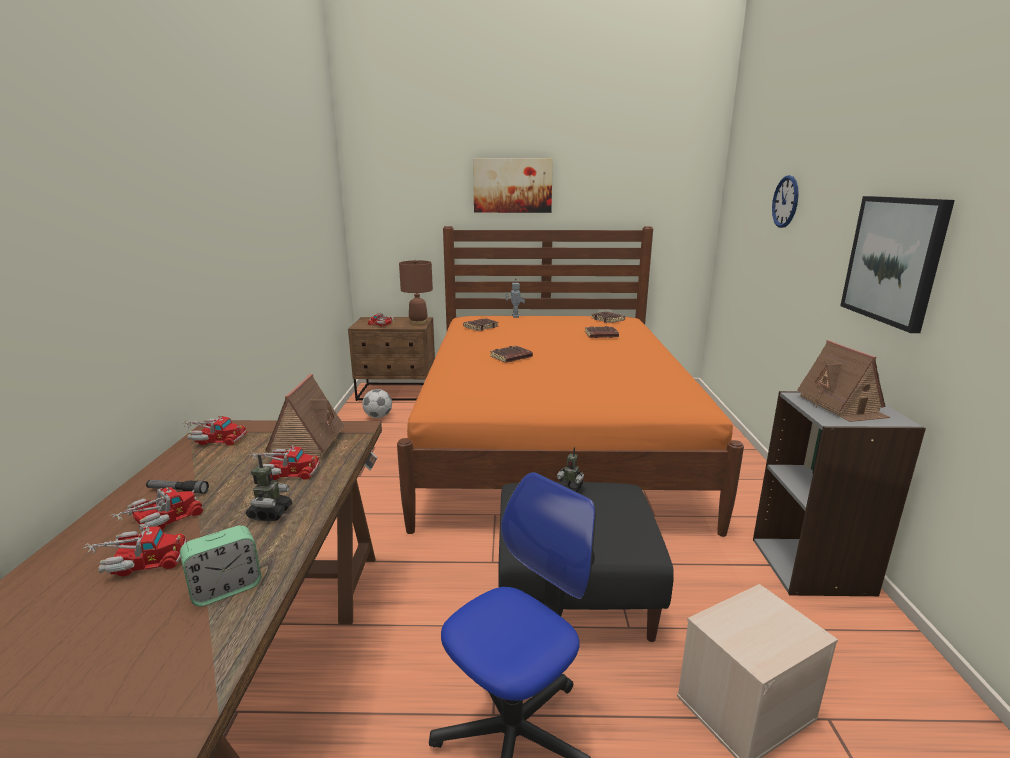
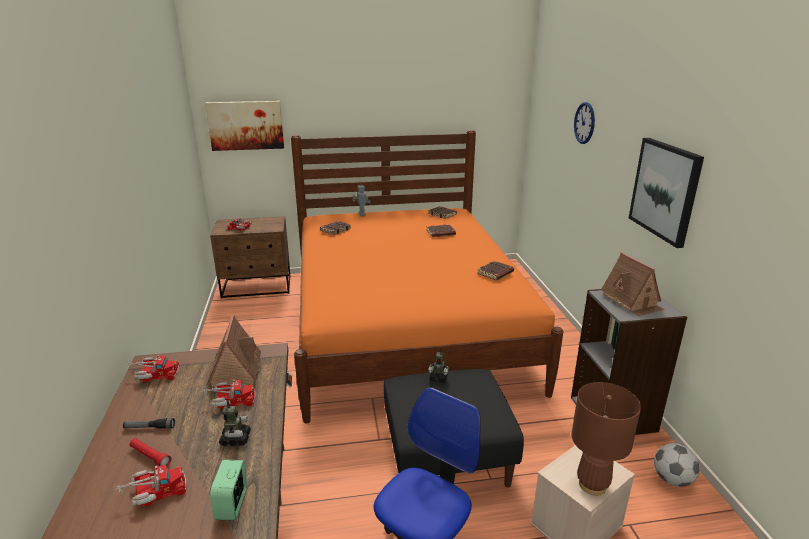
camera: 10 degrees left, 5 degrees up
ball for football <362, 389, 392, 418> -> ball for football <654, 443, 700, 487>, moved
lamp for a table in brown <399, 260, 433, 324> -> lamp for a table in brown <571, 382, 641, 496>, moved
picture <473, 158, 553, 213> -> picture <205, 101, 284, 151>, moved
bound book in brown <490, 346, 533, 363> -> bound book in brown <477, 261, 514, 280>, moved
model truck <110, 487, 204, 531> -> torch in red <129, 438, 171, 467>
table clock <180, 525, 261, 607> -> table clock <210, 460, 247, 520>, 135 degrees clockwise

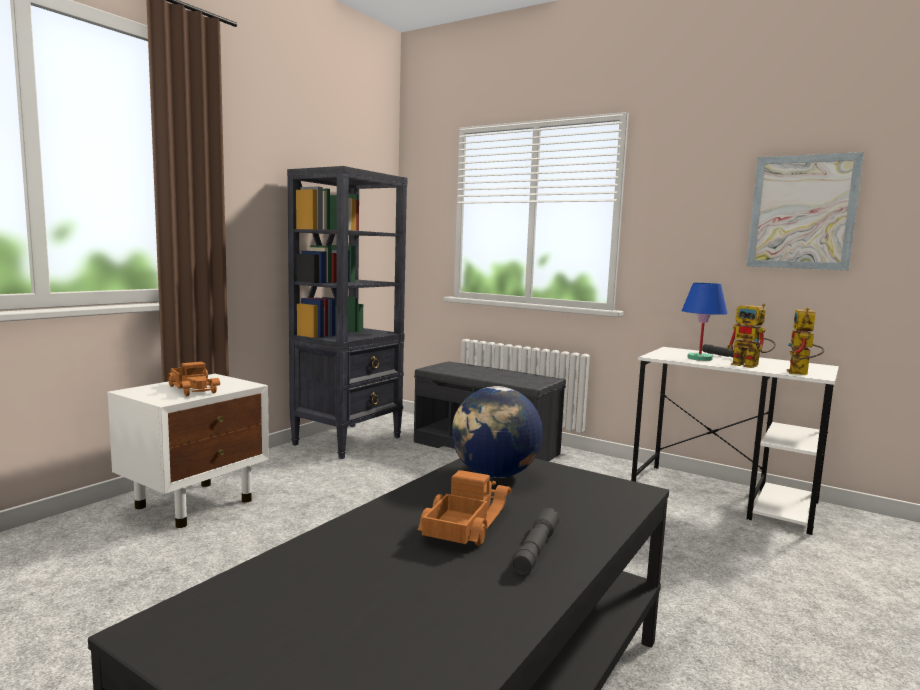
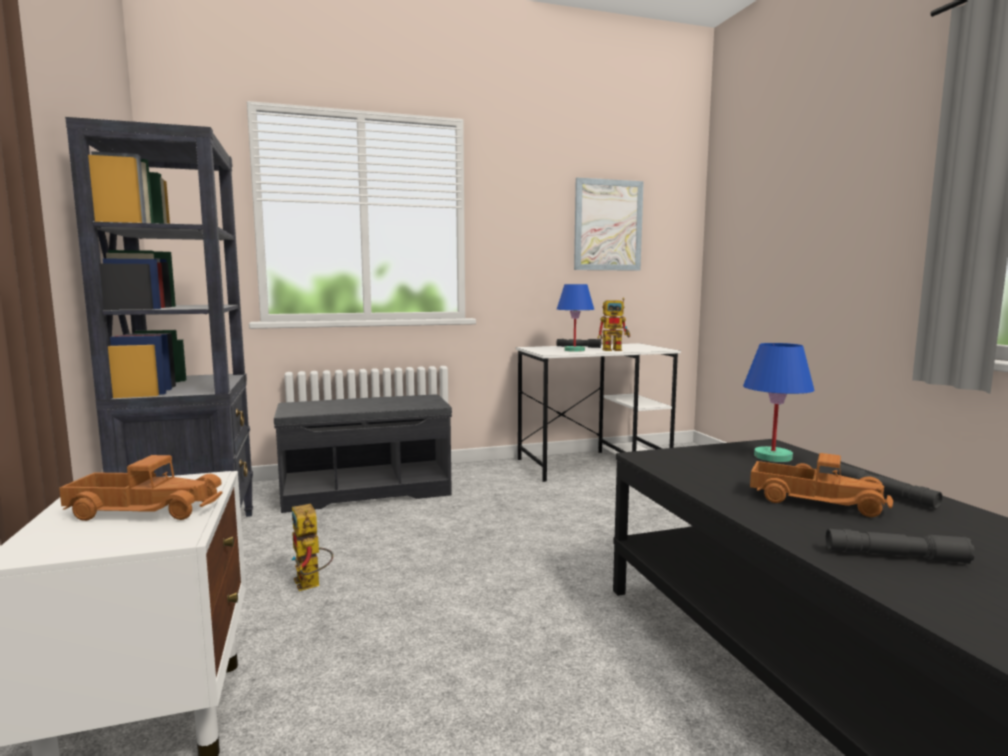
camera: 50 degrees left, 0 degrees up
globe <452, 386, 543, 478> -> none
none -> lamp for a table in blue <743, 343, 815, 462>
none -> torch in greyish <826, 529, 975, 564>
model robot <787, 308, 824, 375> -> model robot <291, 504, 333, 591>, moved
model truck <417, 470, 511, 546> -> model truck <750, 453, 893, 517>, 150 degrees clockwise

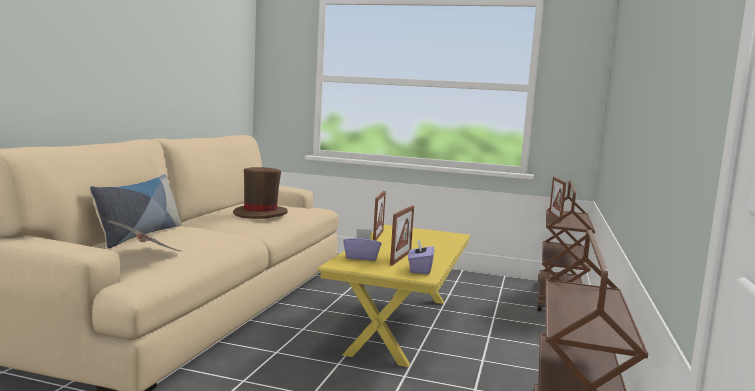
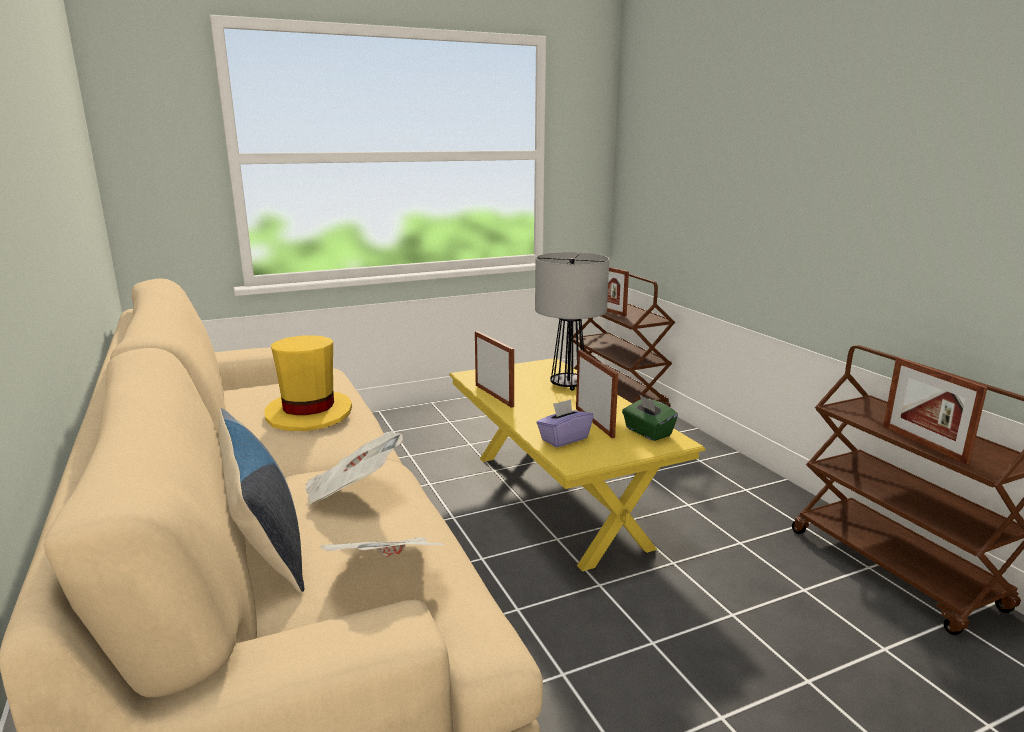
camera: 40 degrees left, 10 degrees up
none -> printed paper <305, 431, 403, 505>
none -> lamp for a table <535, 252, 609, 391>
none -> photo frame <883, 357, 988, 464>
wearable hat in brown <233, 167, 287, 219> -> wearable hat in yellowish <264, 335, 352, 431>
tissue holder in purple <408, 239, 434, 274> -> tissue holder in greenish <622, 395, 678, 441>

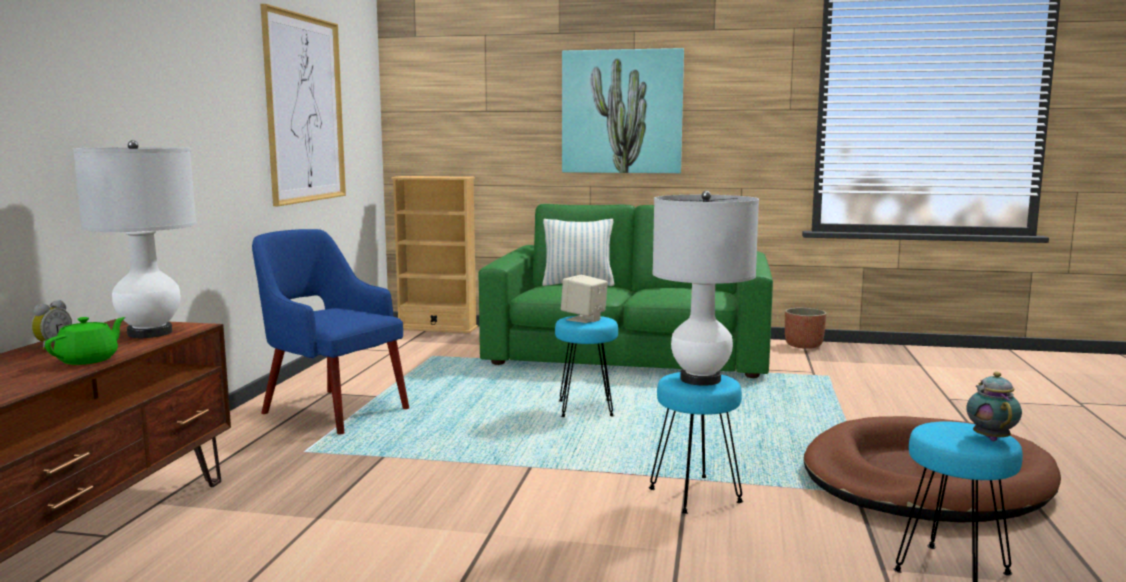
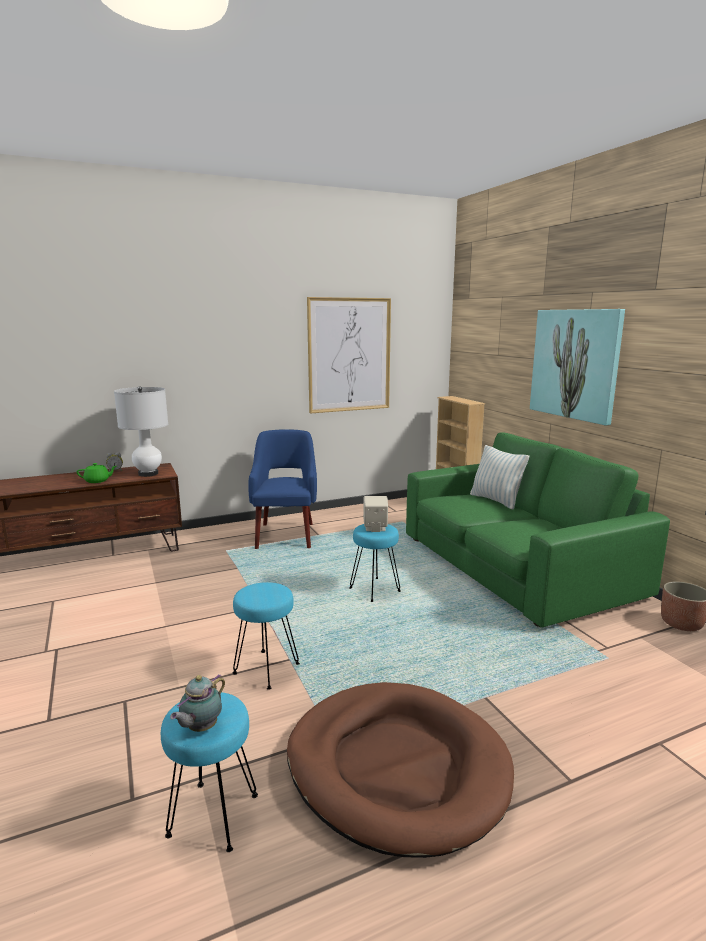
camera: 55 degrees right, 5 degrees up
lamp for a table in white <652, 191, 759, 386> -> none
teapot <966, 372, 1022, 441> -> teapot <170, 674, 225, 732>, 150 degrees clockwise

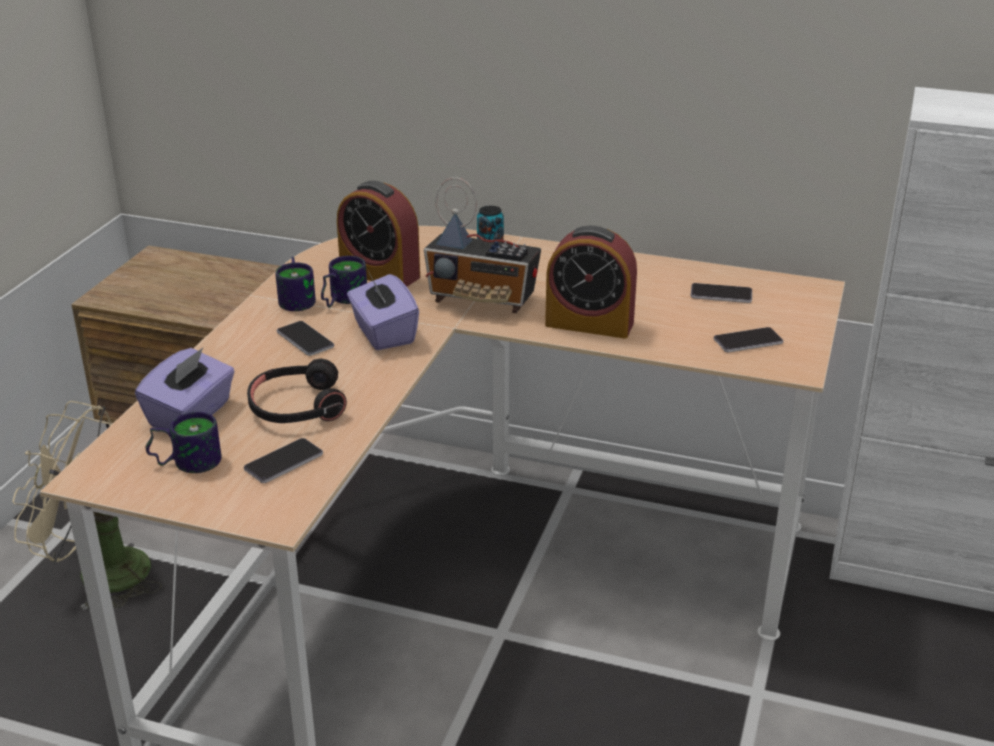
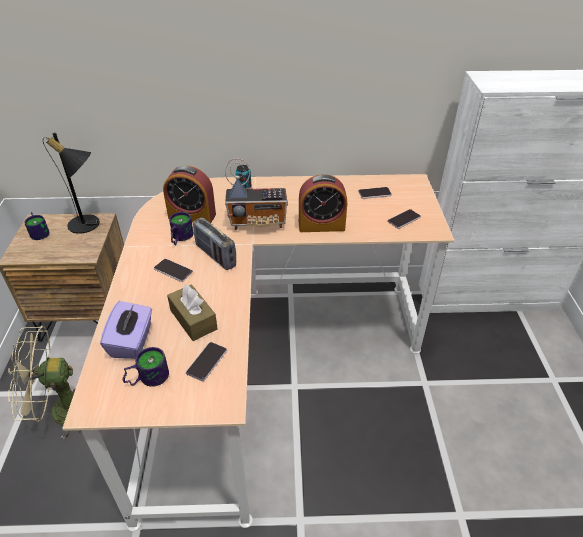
camera: 20 degrees left, 10 degrees up
none -> lamp for a table in black-coloured <43, 133, 100, 234>
tea mug <276, 257, 316, 311> -> tea mug <24, 212, 49, 240>, moved
headphones in black-coloured <247, 358, 347, 423> -> tissue holder in brown <167, 284, 218, 341>
tissue holder in purple <347, 271, 419, 350> -> radio set <193, 217, 236, 270>

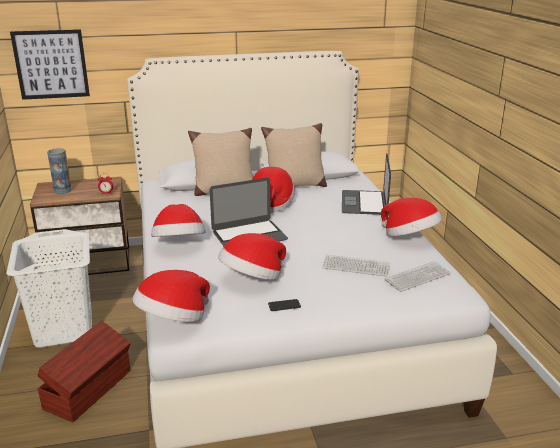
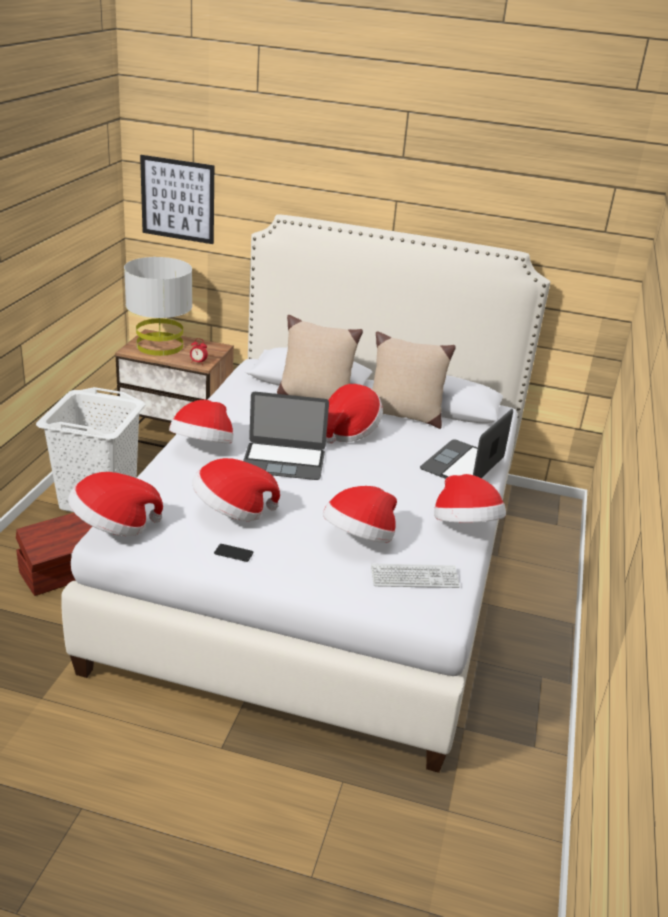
camera: 25 degrees right, 5 degrees up
flower vase <47, 148, 72, 194> -> lamp for a table in greyish <124, 257, 192, 356>
keyboard <322, 255, 390, 277> -> wearable hat <323, 486, 397, 543>

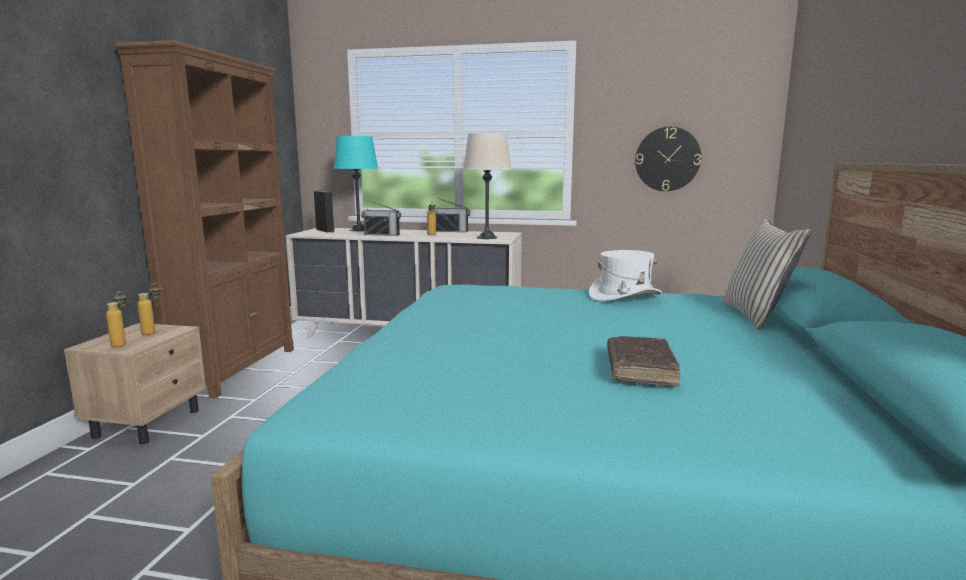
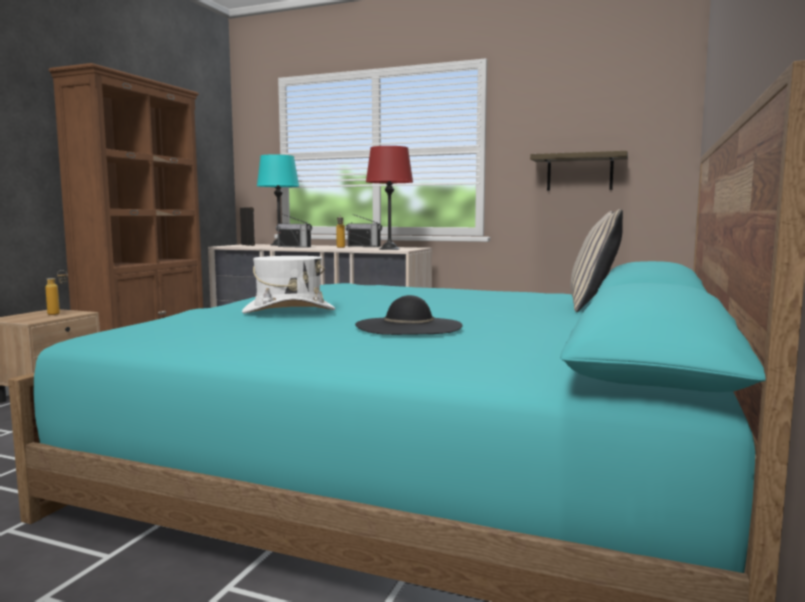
camera: 10 degrees right, 5 degrees down
bottle <106, 291, 126, 347> -> none
wearable hat in white <589, 250, 662, 301> -> wearable hat in white <242, 256, 335, 314>, moved
bound book in brown <607, 336, 681, 386> -> wearable hat in black-coloured <355, 295, 463, 335>
hanging clock <635, 127, 701, 191> -> shelf <530, 151, 628, 191>
lamp for a table in beige <463, 133, 512, 239> -> lamp for a table in red <366, 146, 413, 250>

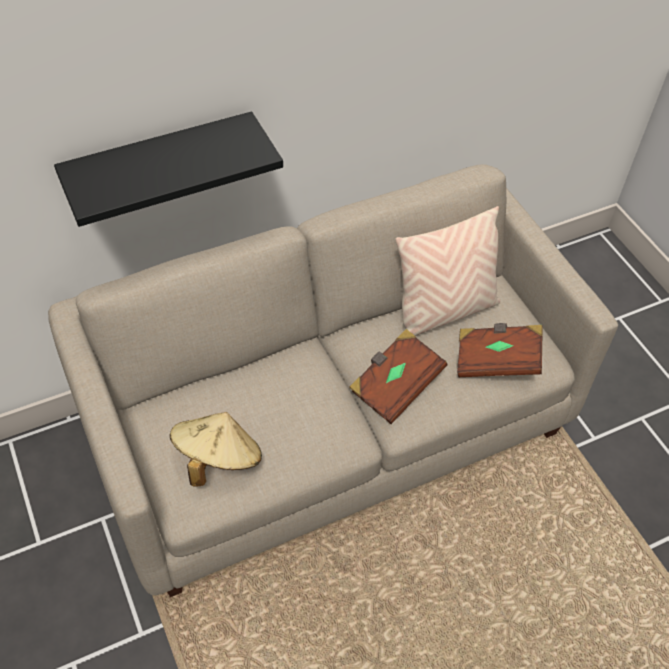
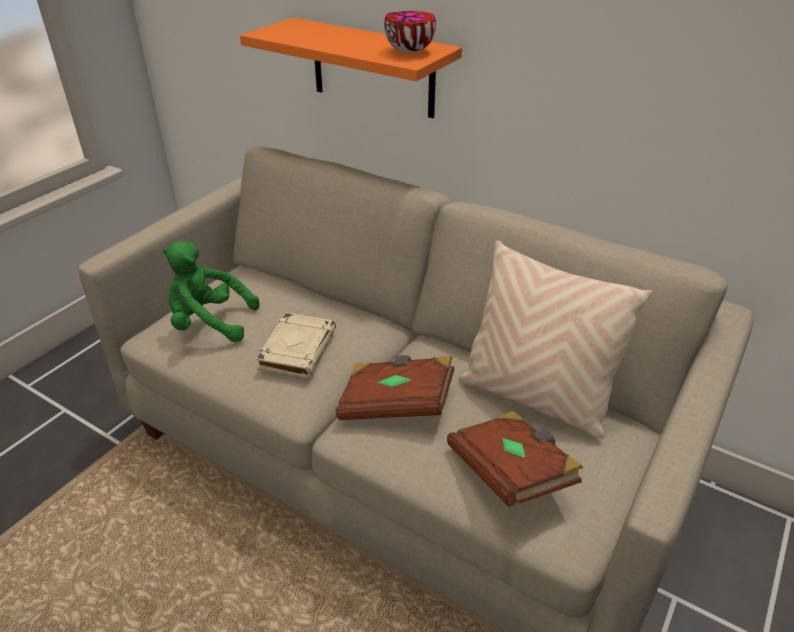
camera: 60 degrees right, 15 degrees down
none -> bound book in beige <256, 313, 336, 379>
none -> deep dish <384, 11, 436, 53>
wearable hat in beige <170, 412, 262, 487> -> soft toy in greenish <163, 241, 260, 342>
shelf in black-coloured <54, 111, 283, 227> -> shelf in orangey <240, 18, 462, 118>

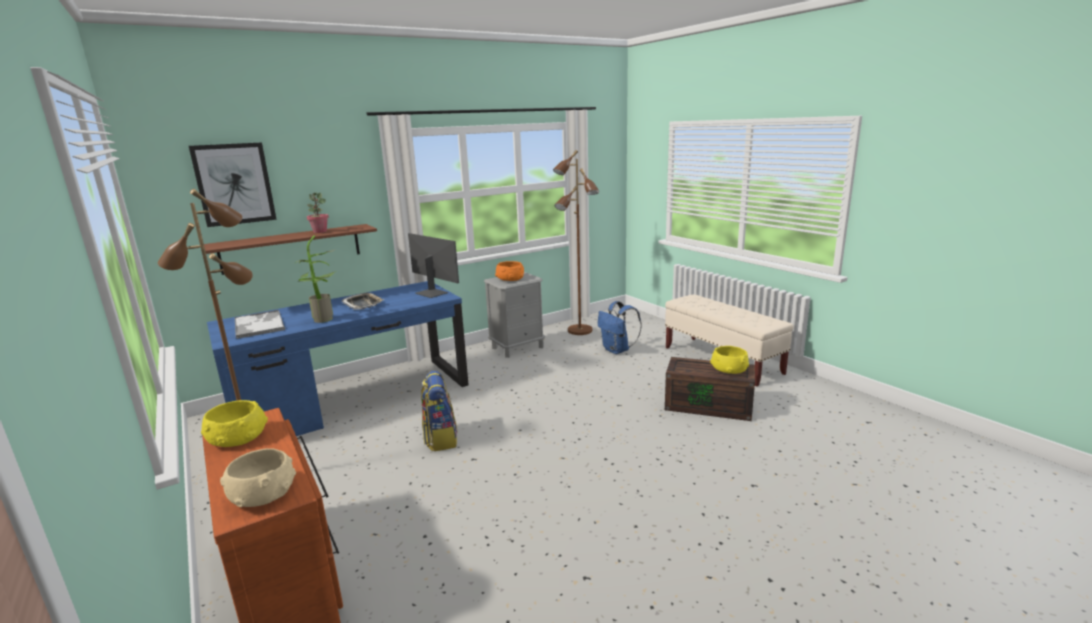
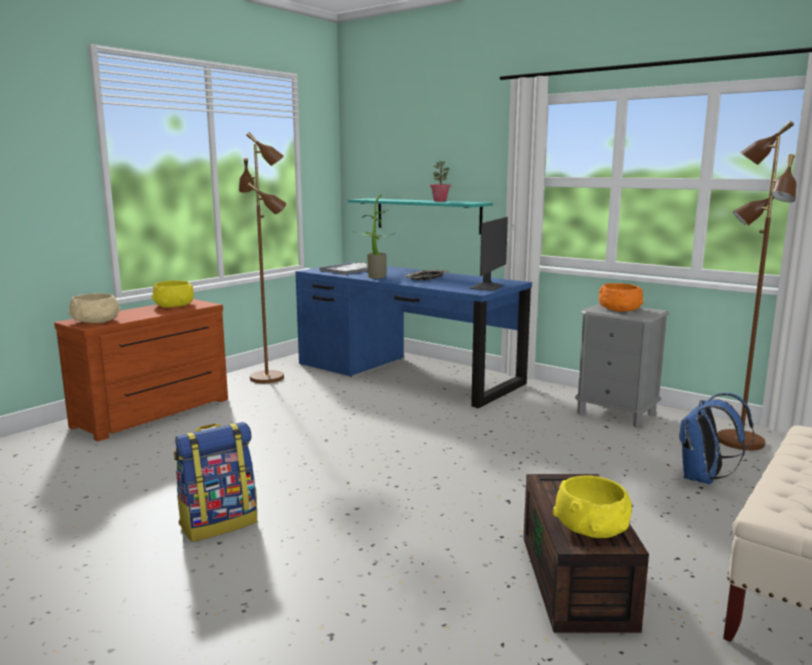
camera: 70 degrees right, 5 degrees down
picture <189, 142, 277, 227> -> none
knapsack <421, 371, 457, 451> -> knapsack <174, 422, 257, 542>, moved
shelf in brown <204, 224, 377, 275> -> shelf in turquoise <348, 198, 493, 235>

